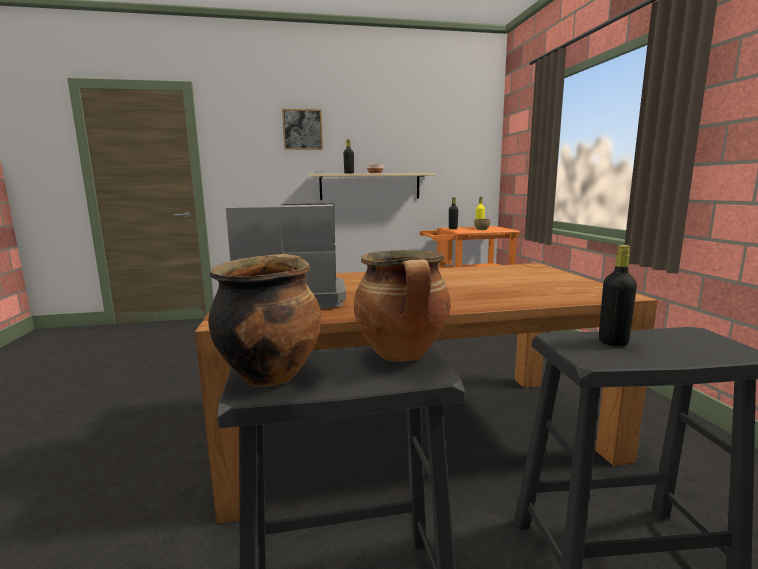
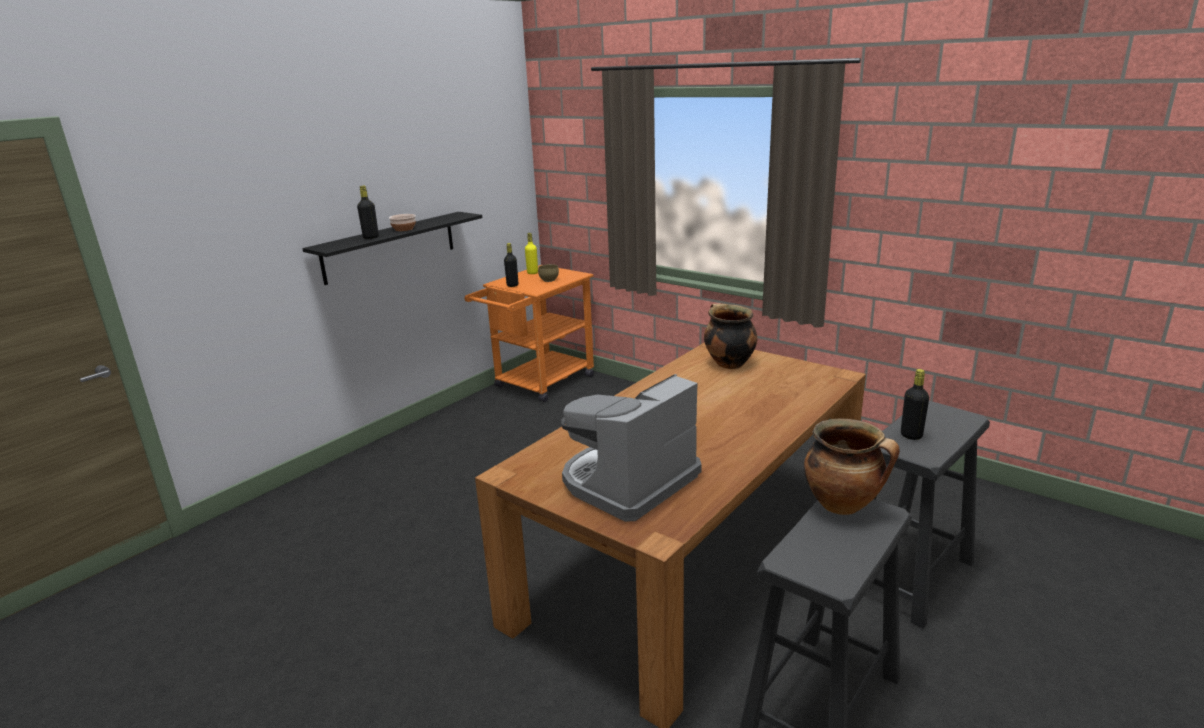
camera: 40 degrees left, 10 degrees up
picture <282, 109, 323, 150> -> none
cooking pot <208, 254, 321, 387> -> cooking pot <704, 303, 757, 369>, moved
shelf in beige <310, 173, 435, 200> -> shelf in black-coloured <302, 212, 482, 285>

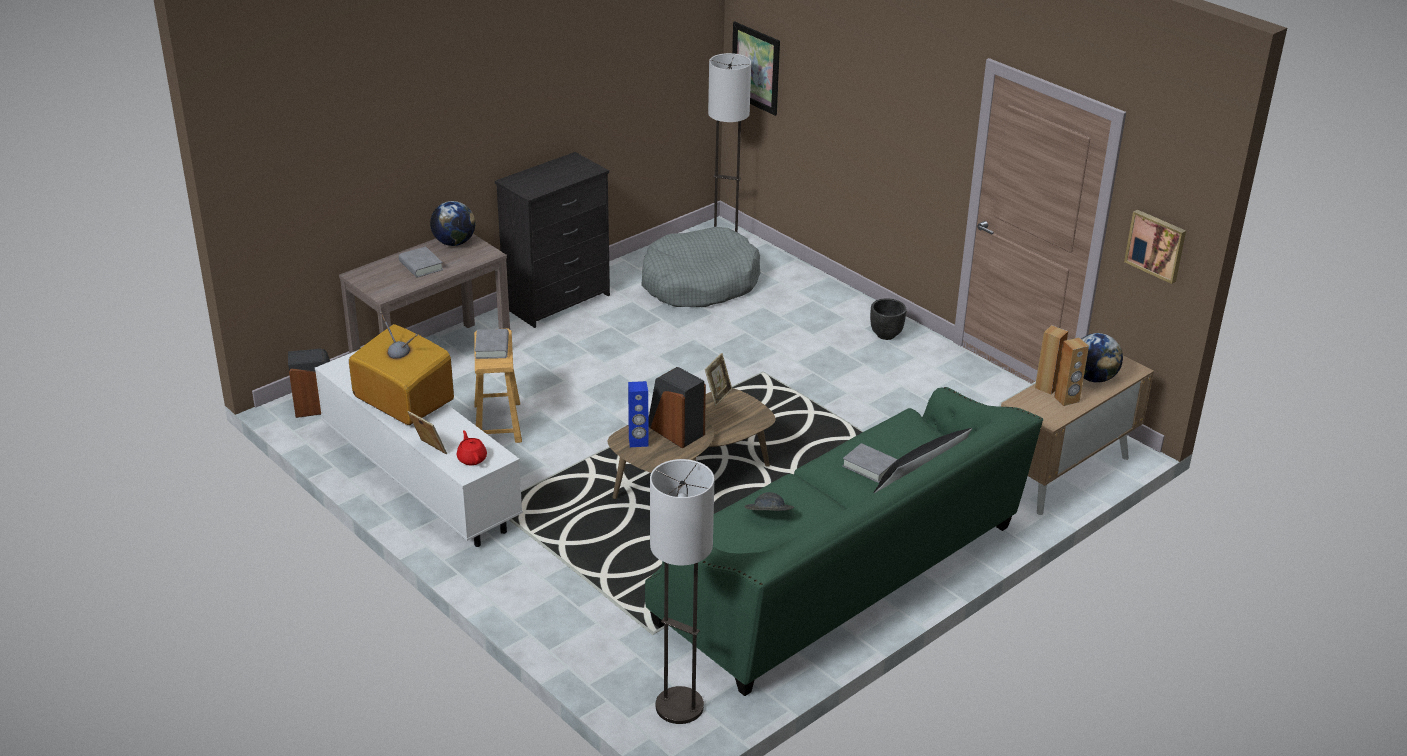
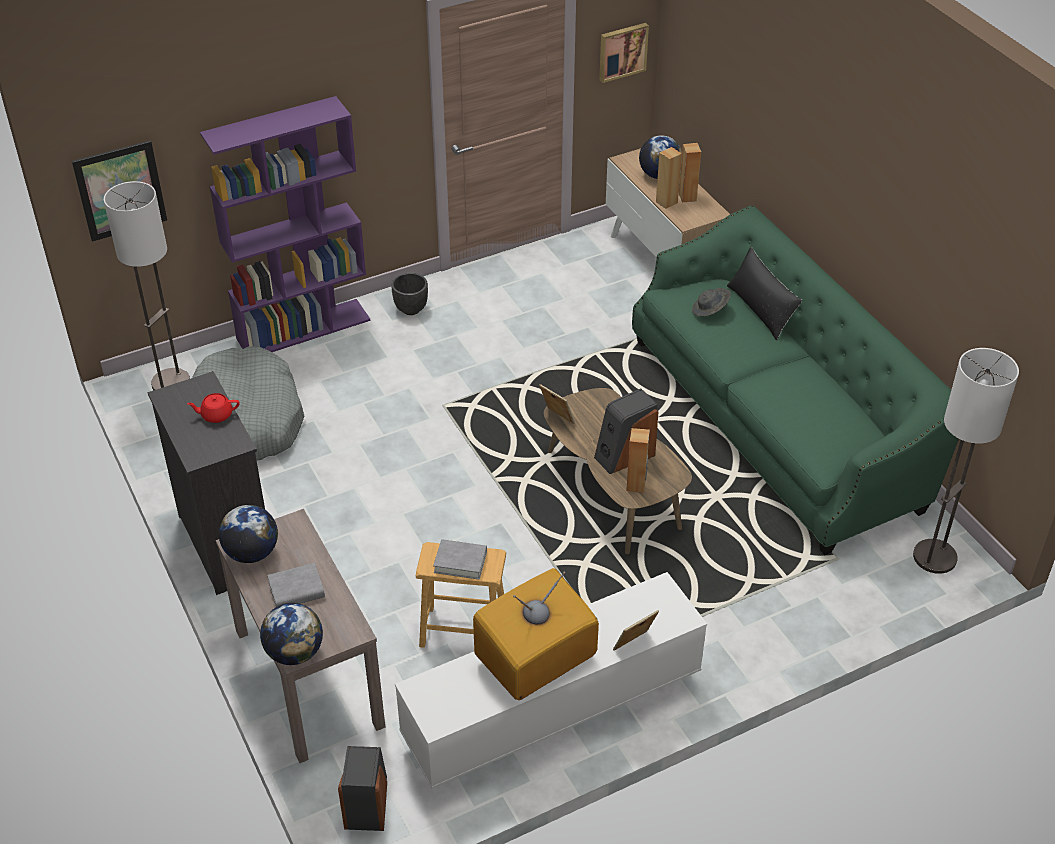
camera: 75 degrees left, 10 degrees up
bound book in greyish <842, 443, 898, 483> -> none
none -> bookshelf in purple <200, 96, 370, 352>
none -> globe <260, 603, 323, 665>
teapot in red <457, 430, 487, 465> -> teapot in red <187, 393, 240, 423>, moved
wearable hat in greyish <745, 492, 794, 511> -> wearable hat in greyish <692, 288, 731, 317>, moved
speaker in blue <628, 381, 648, 447> -> speaker in brown <626, 428, 650, 493>

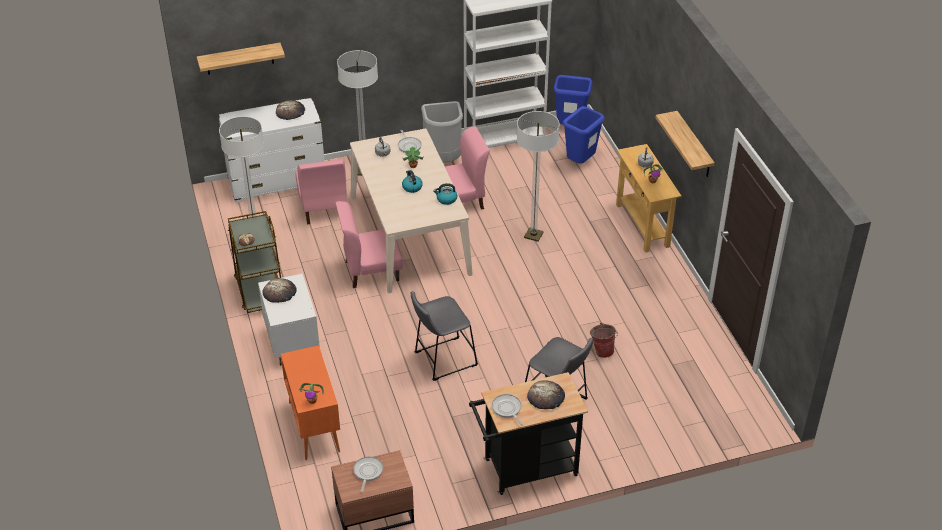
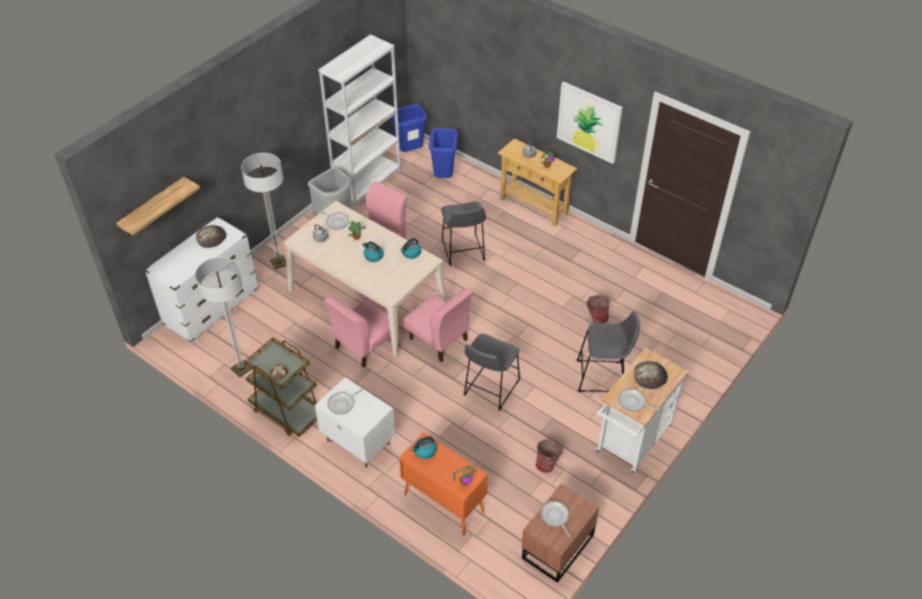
camera: 35 degrees left, 5 degrees up
none -> water kettle <411, 436, 437, 459>
none -> water bucket <536, 439, 563, 473>
plain chair in pinkish <296, 159, 347, 225> -> plain chair in pinkish <403, 288, 473, 362>, moved
baked bread <262, 278, 297, 303> -> frying pan <327, 388, 364, 415>
floor lamp <517, 111, 560, 242> -> stool seat in greyish <441, 201, 486, 266>
shelf <655, 111, 715, 177> -> picture <557, 81, 623, 164>
trolley in black-coloured <469, 372, 588, 495> -> trolley in white <596, 348, 688, 474>

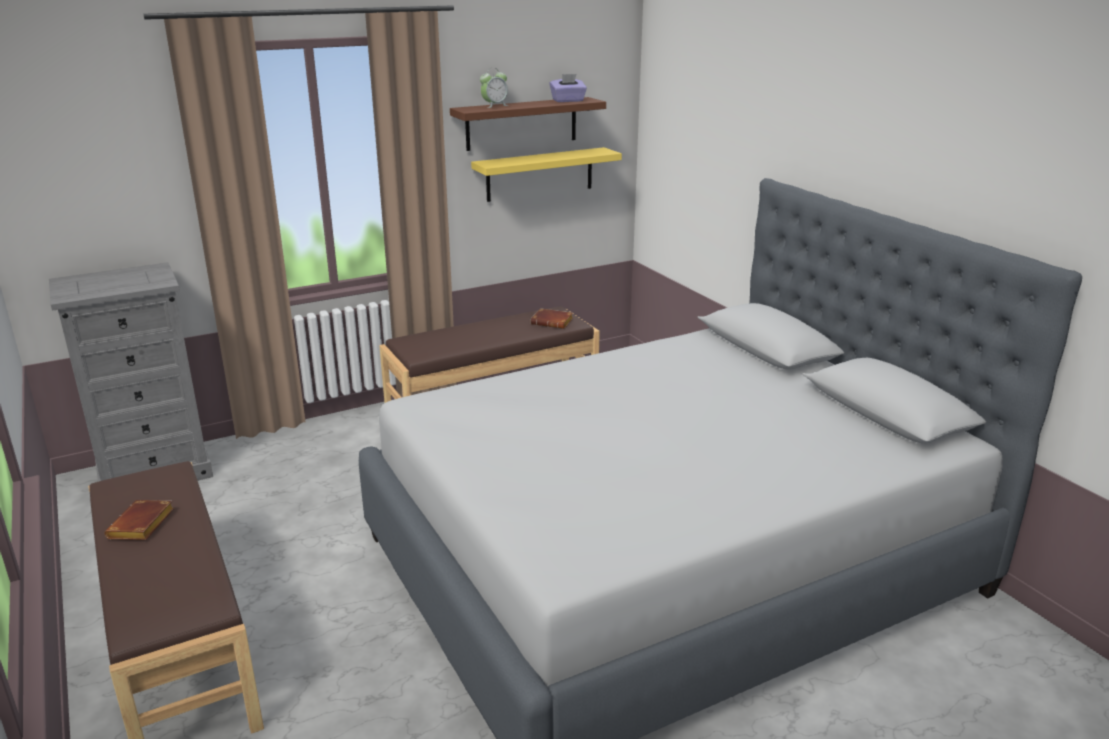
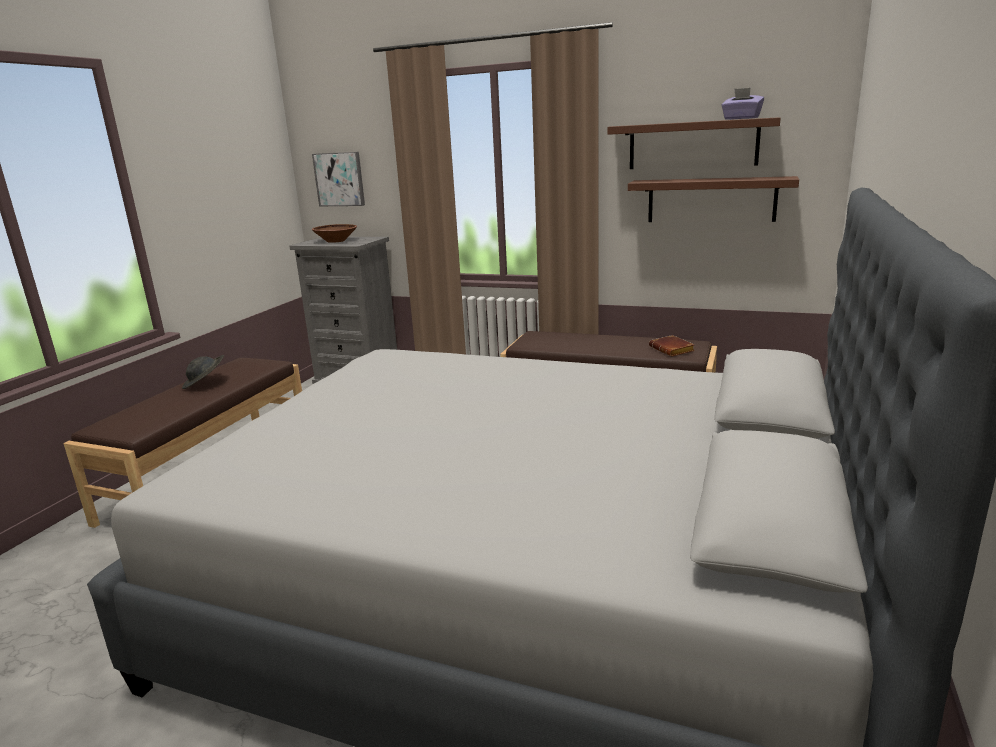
camera: 50 degrees right, 5 degrees down
table clock <480, 68, 509, 108> -> none
none -> picture <312, 152, 365, 206>
none -> deep dish in brown <312, 224, 357, 243>
bound book in brown <105, 500, 175, 540> -> wearable hat in greyish <182, 355, 224, 389>
shelf in yellowish <471, 147, 622, 202> -> shelf in brown <628, 176, 799, 222>

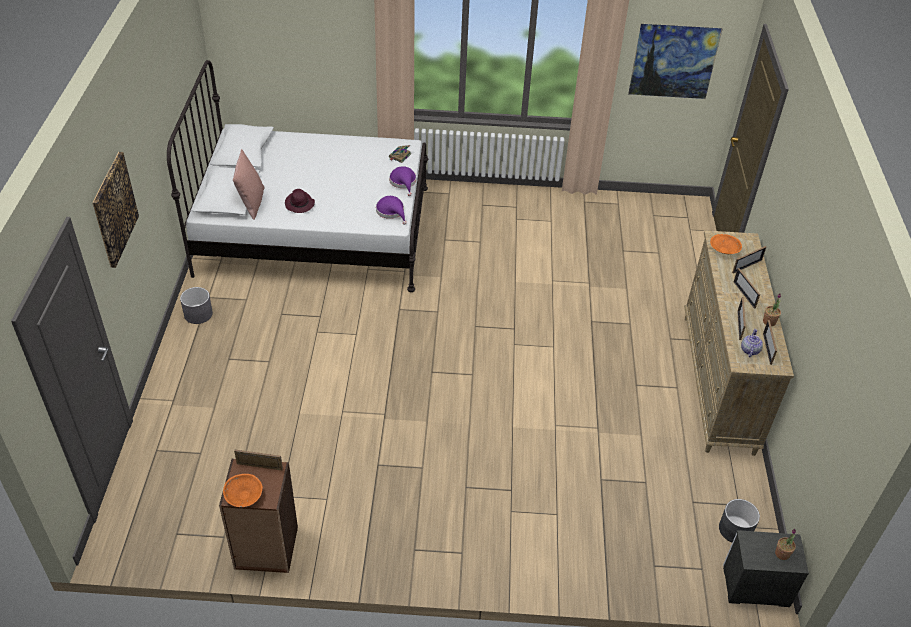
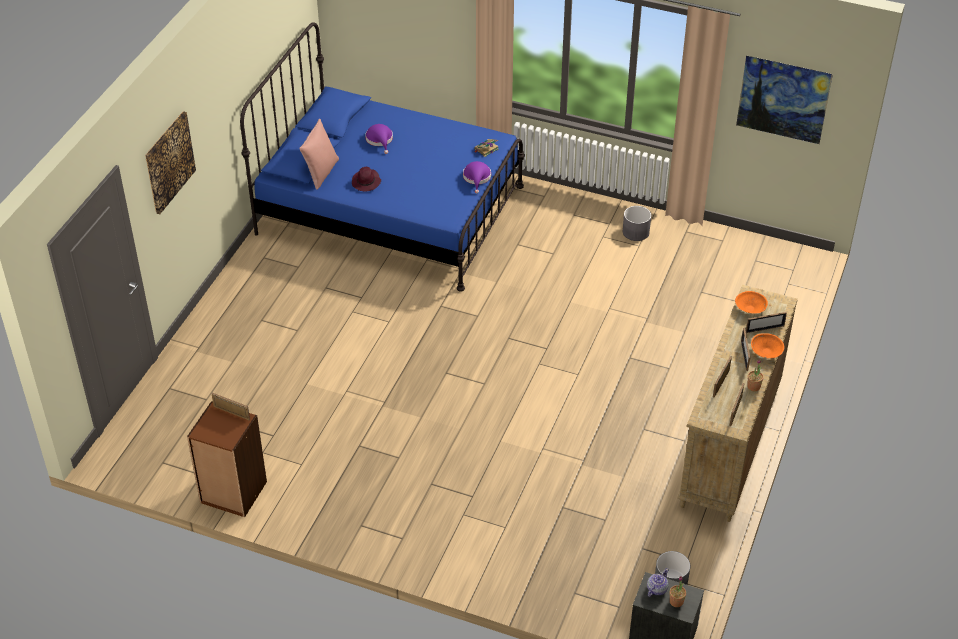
camera: 20 degrees right, 0 degrees up
planter in greyish <180, 287, 213, 324> -> planter in greyish <623, 206, 651, 241>, moved
deep dish in orangey <223, 474, 263, 507> -> deep dish in orangey <751, 333, 785, 359>, moved
wearable hat in purple <376, 196, 407, 225> -> wearable hat in purple <365, 124, 393, 154>, moved
teapot <741, 329, 763, 357> -> teapot <647, 568, 669, 597>, moved
bed in white <167, 60, 428, 292> -> bed in blue <240, 22, 525, 292>

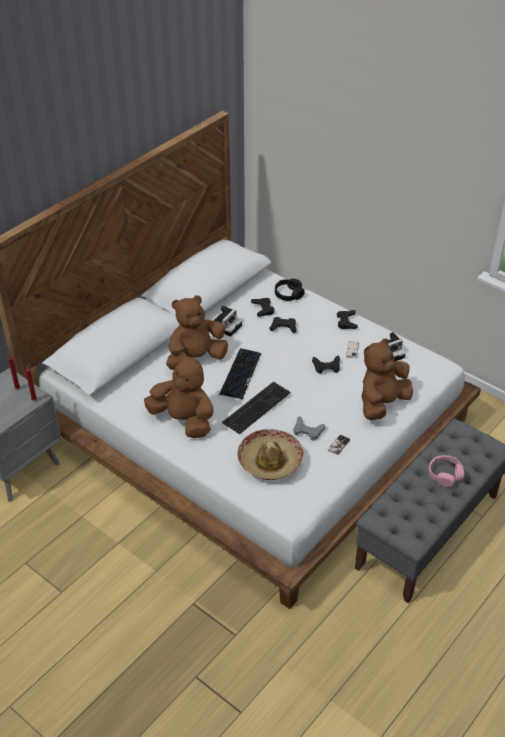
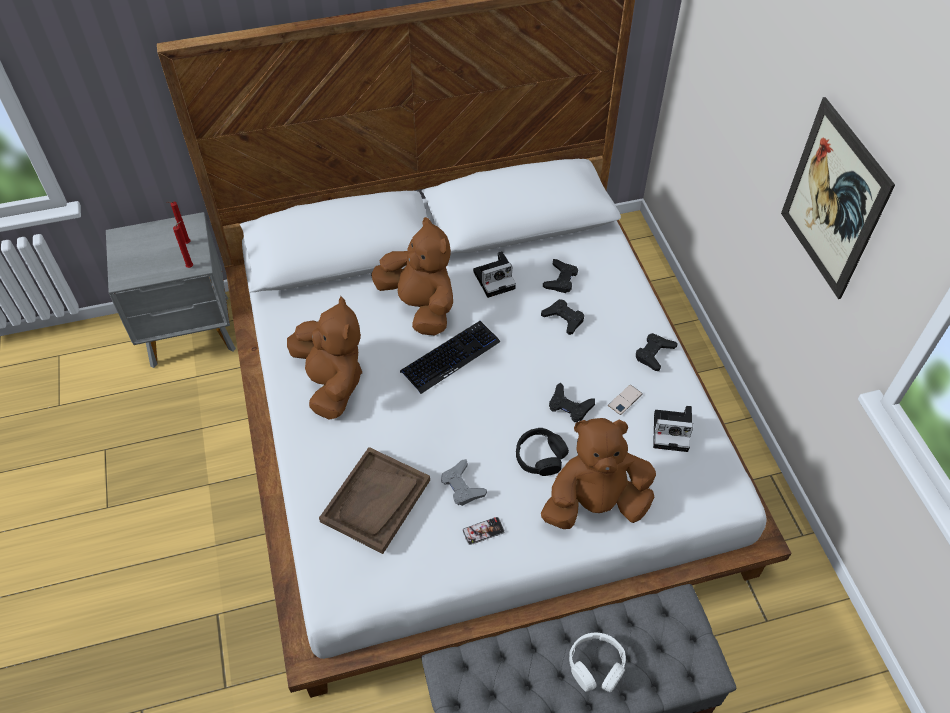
camera: 35 degrees right, 10 degrees up
keyboard <222, 382, 291, 434> -> none
none -> picture <781, 97, 895, 299>
headphones in black-coloured <275, 278, 305, 301> -> headphones in black-coloured <516, 428, 569, 476>, moved
wearable hat <237, 429, 304, 480> -> serving tray in brown <319, 447, 430, 554>
headphones in pinkish <428, 455, 464, 487> -> headphones in white <569, 633, 626, 692>
soft toy in brown <166, 295, 228, 370> -> soft toy in brown <371, 217, 453, 335>, 45 degrees clockwise

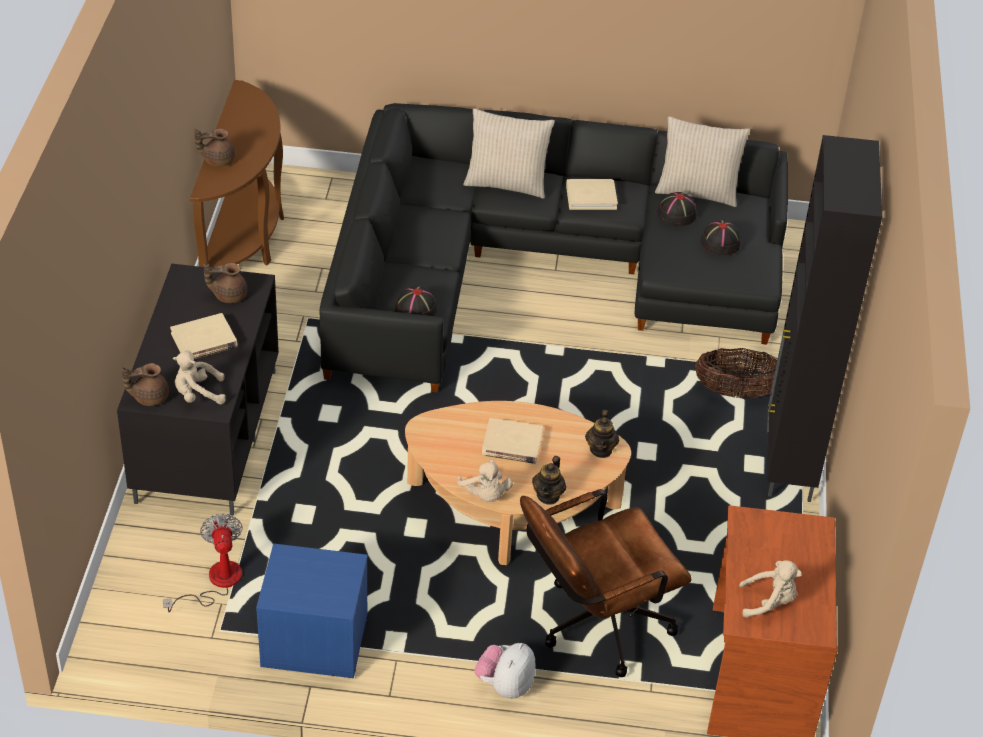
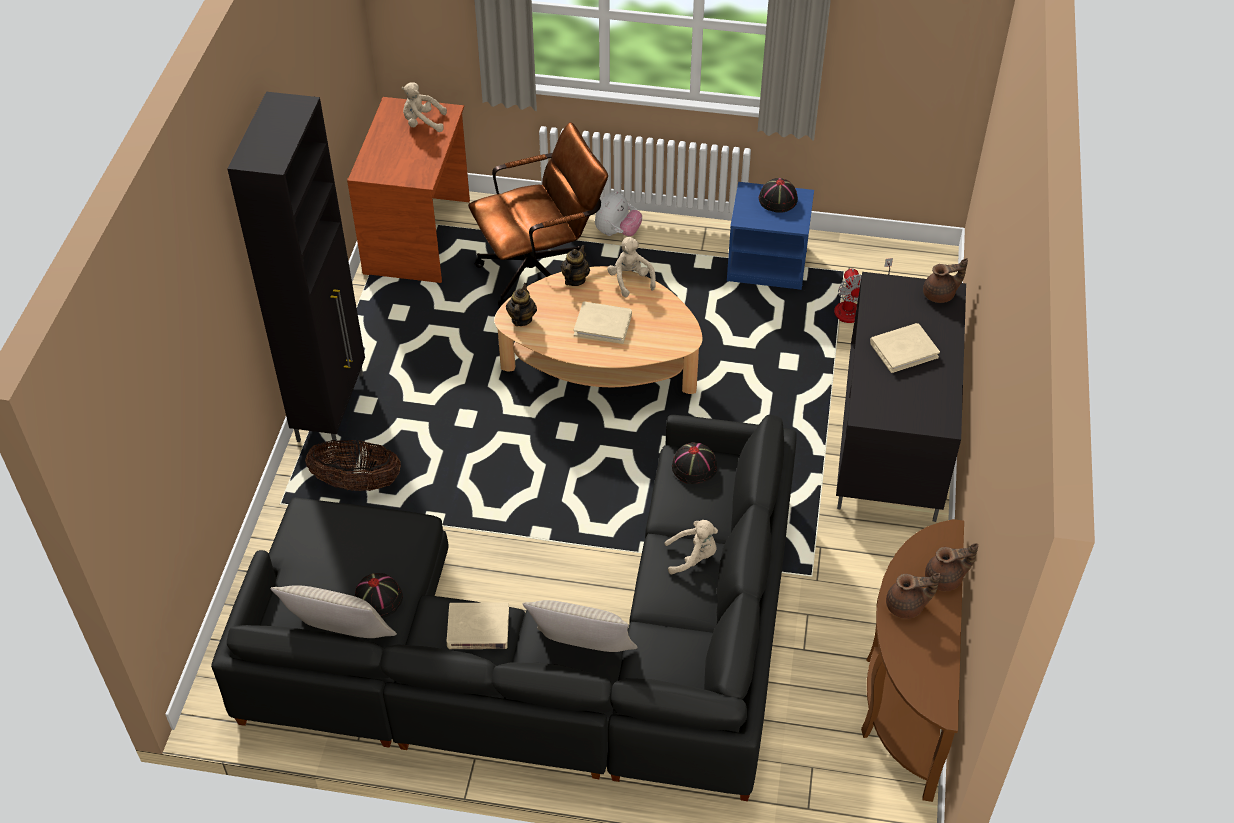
camera: 175 degrees left, 5 degrees up
soft toy in beige <173, 350, 226, 404> -> soft toy in beige <665, 520, 718, 574>, moved
teapot in brown <203, 263, 247, 303> -> teapot in brown <886, 573, 940, 619>, moved
wearable hat in black-coloured <701, 220, 741, 256> -> wearable hat in black-coloured <759, 178, 798, 213>, moved

